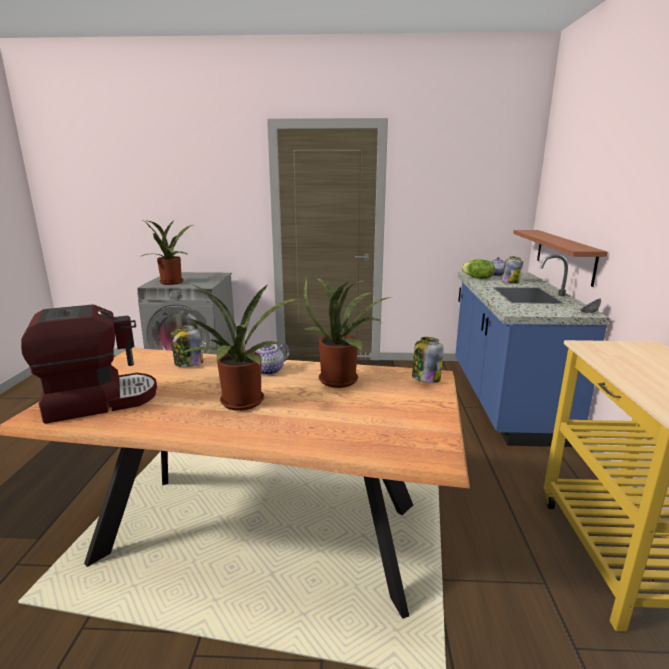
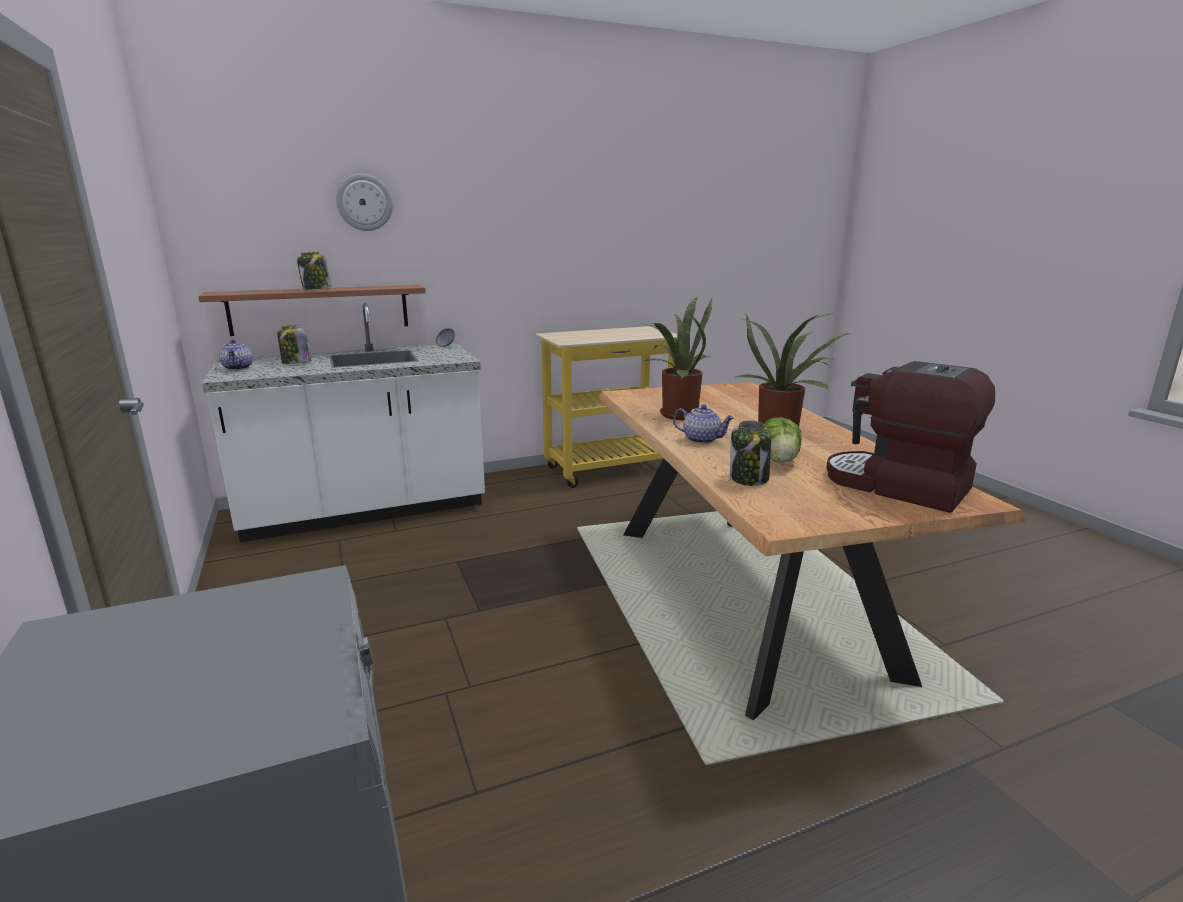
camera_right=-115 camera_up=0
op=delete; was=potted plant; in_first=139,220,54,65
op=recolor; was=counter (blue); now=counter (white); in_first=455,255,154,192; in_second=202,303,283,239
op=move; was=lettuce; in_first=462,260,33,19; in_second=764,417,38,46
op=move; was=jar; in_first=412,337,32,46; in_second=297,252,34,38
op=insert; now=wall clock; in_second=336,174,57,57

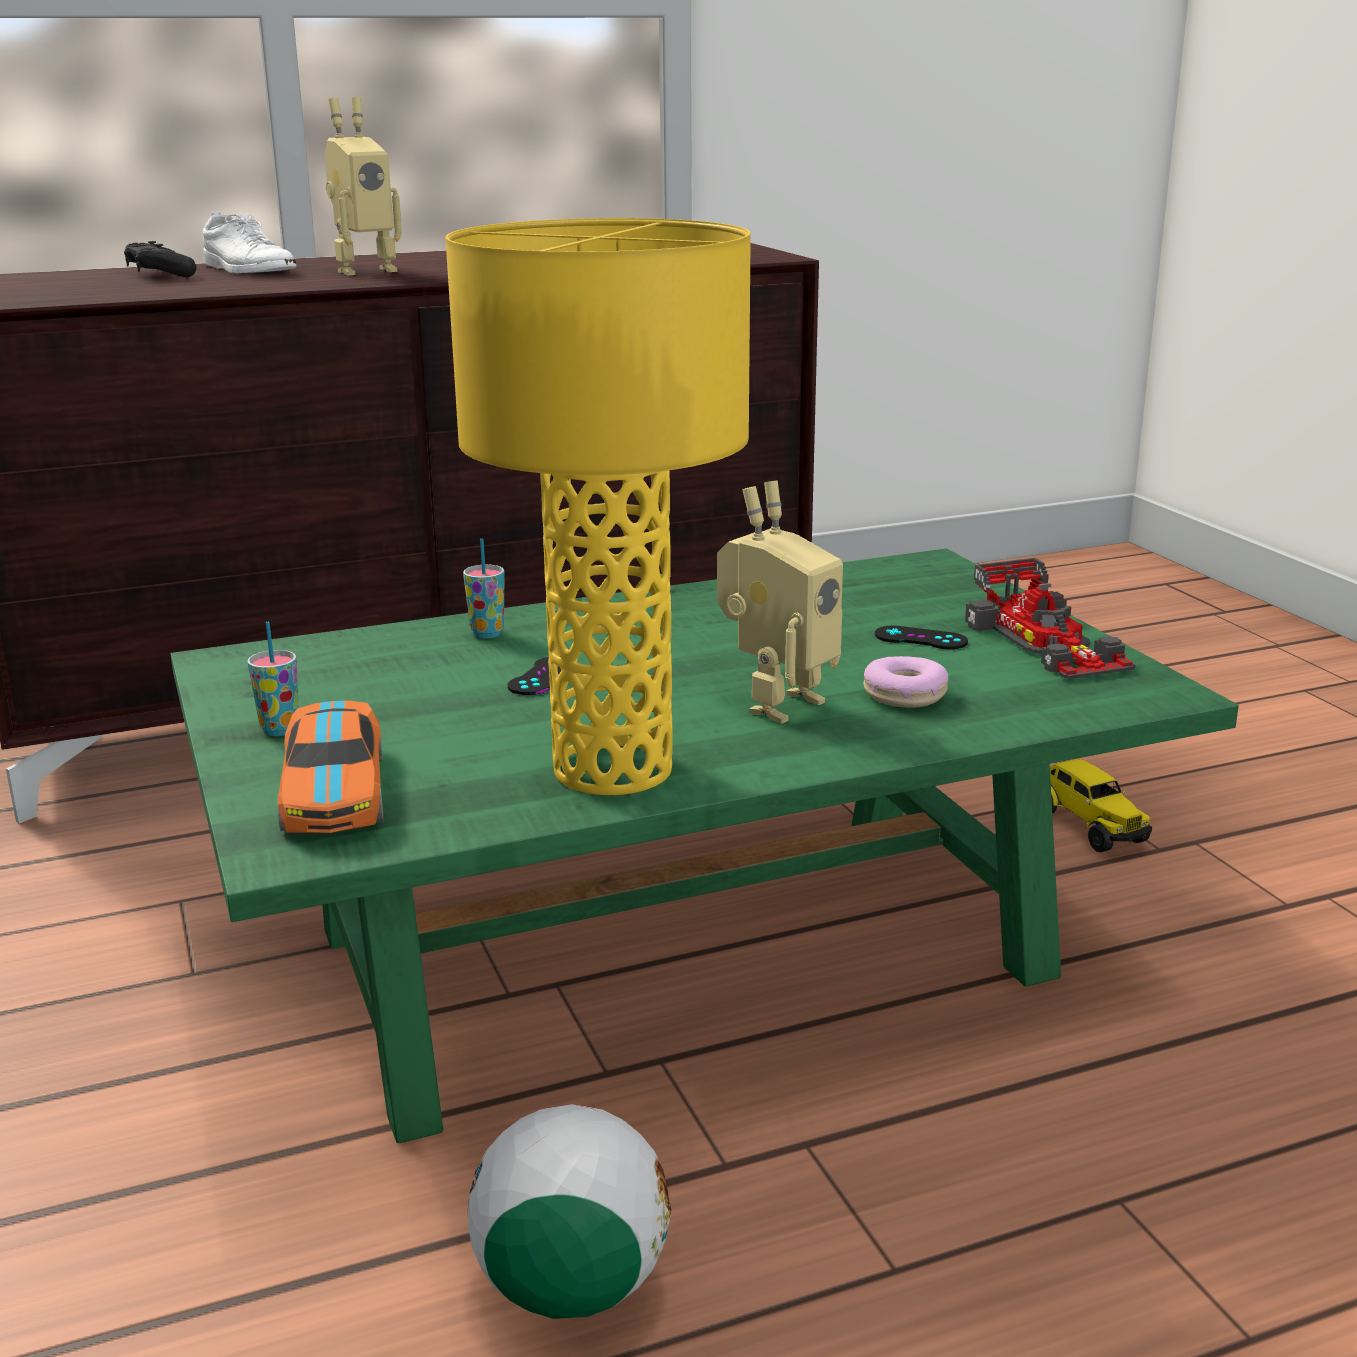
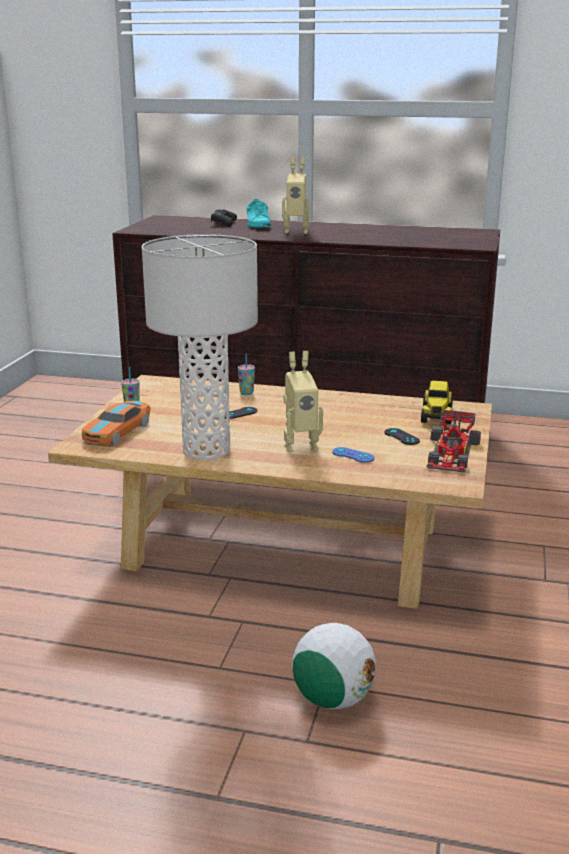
camera_right=35 camera_up=0
op=recolor; was=shoe (white); now=shoe (turquoise); in_first=203,211,93,62; in_second=246,199,25,29
op=recolor; was=table lamp (yellow); now=table lamp (white); in_first=445,218,306,577; in_second=142,234,116,226
op=recolor; was=coffee table (green); now=coffee table (beige); in_first=171,548,1068,595; in_second=48,375,444,234
op=replace; was=donut; now=game controller (blue); in_first=863,656,85,52; in_second=332,447,42,16
op=move; was=toy truck; in_first=1050,759,102,93; in_second=421,381,32,43
op=move; was=football; in_first=467,1104,205,215; in_second=292,623,84,86

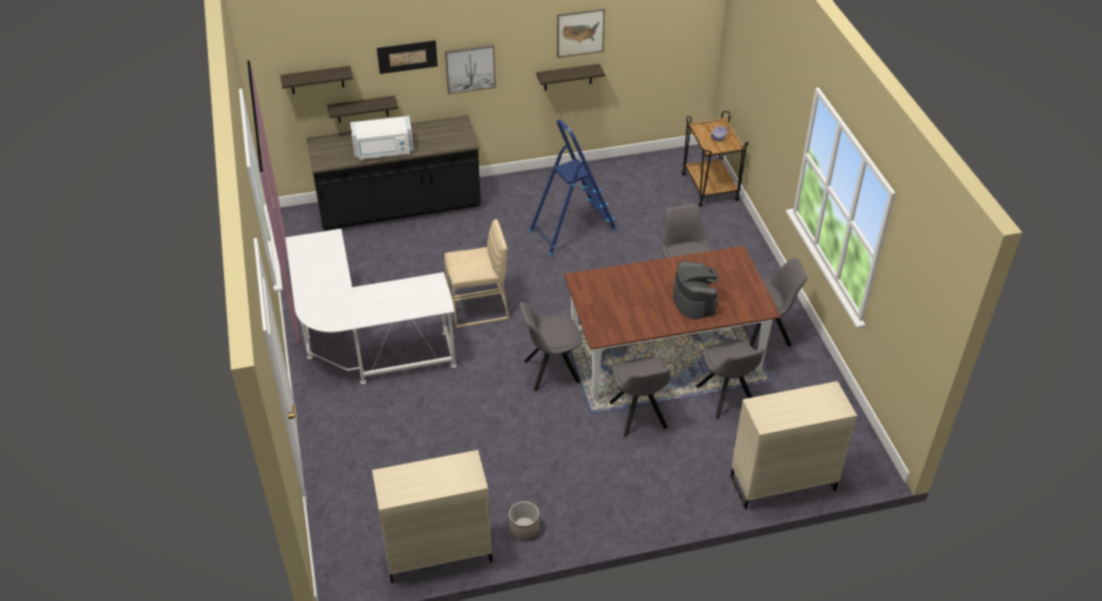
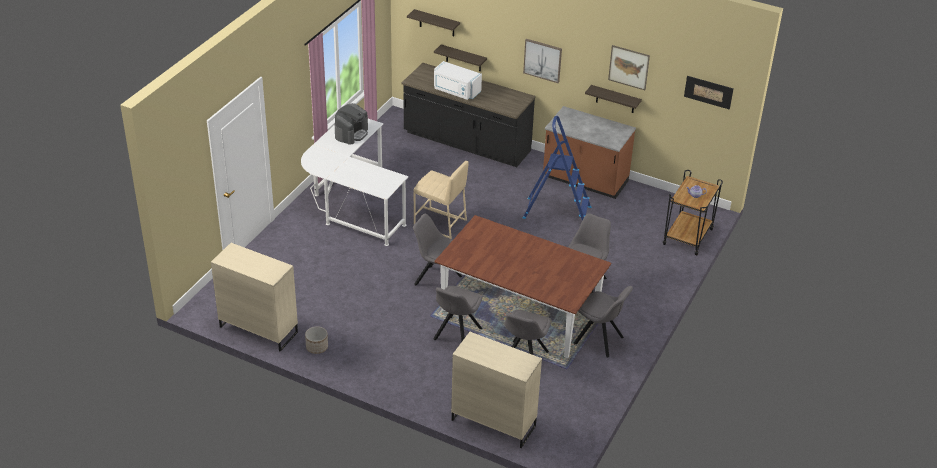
camera_right=40 camera_up=-5
op=move; was=picture; in_first=377,40,61,34; in_second=684,76,50,34
op=move; was=coffee machine; in_first=673,261,45,58; in_second=335,103,33,42
op=insert; now=counter (brown); in_second=543,106,93,93

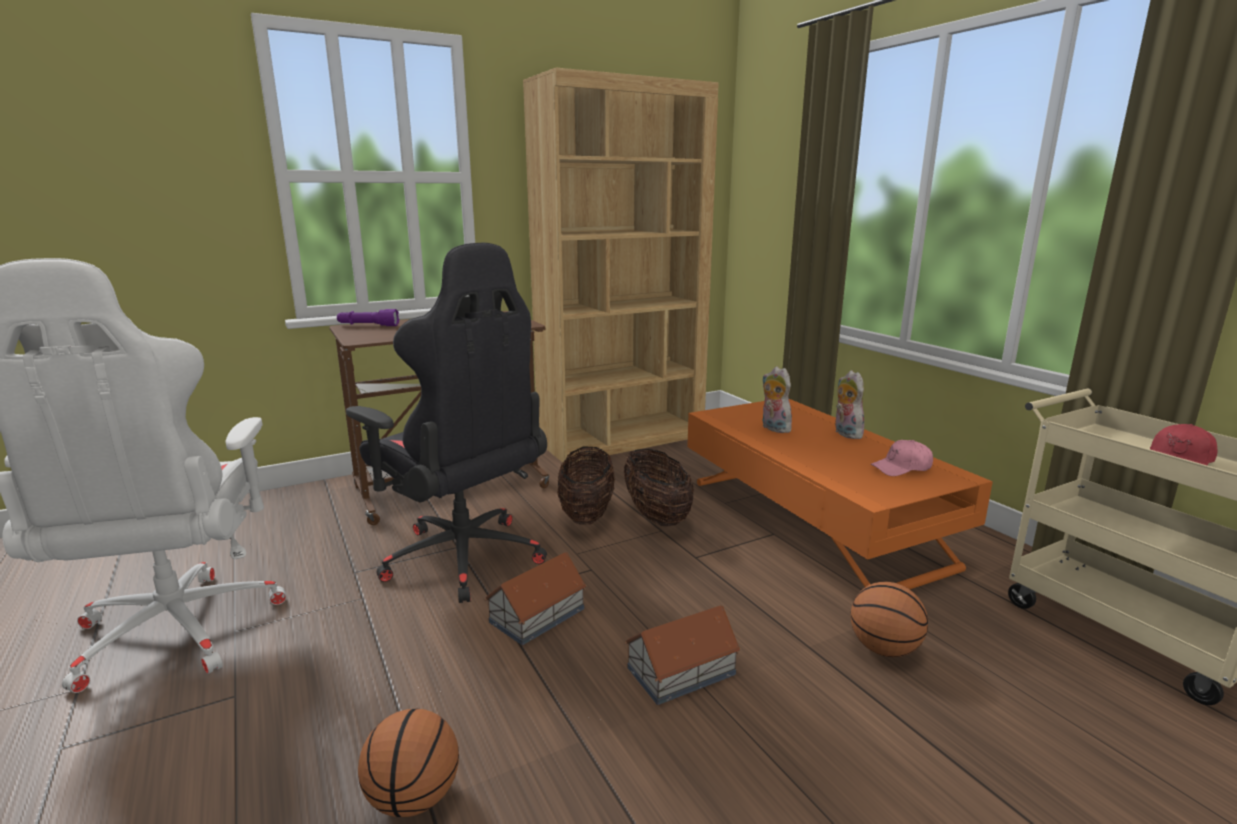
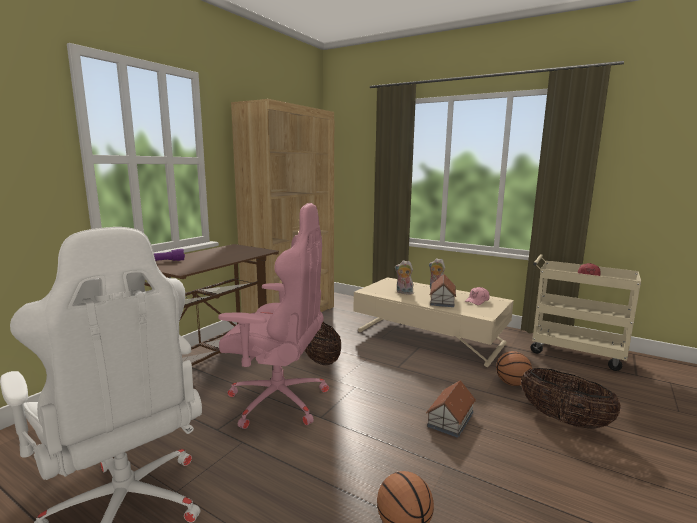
camera_right=-30 camera_up=-5
op=recolor; was=office chair (black); now=office chair (pink); in_first=346,243,201,360; in_second=218,203,111,226
op=recolor; was=coffee table (orange); now=coffee table (beige); in_first=687,399,306,190; in_second=354,277,160,90
op=move; was=basket; in_first=624,449,70,78; in_second=521,368,101,61
op=move; was=toy house; in_first=484,552,103,93; in_second=429,274,28,33

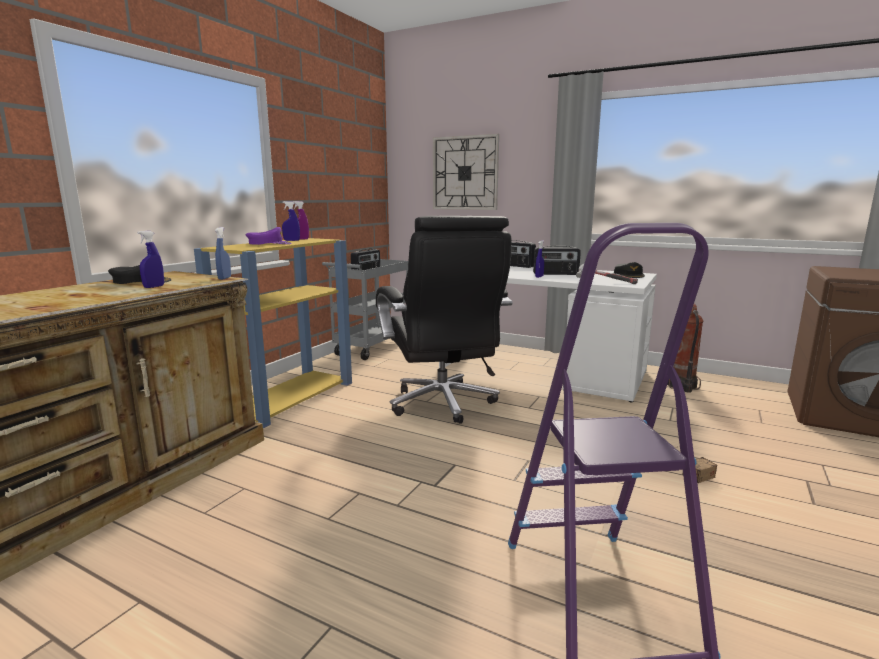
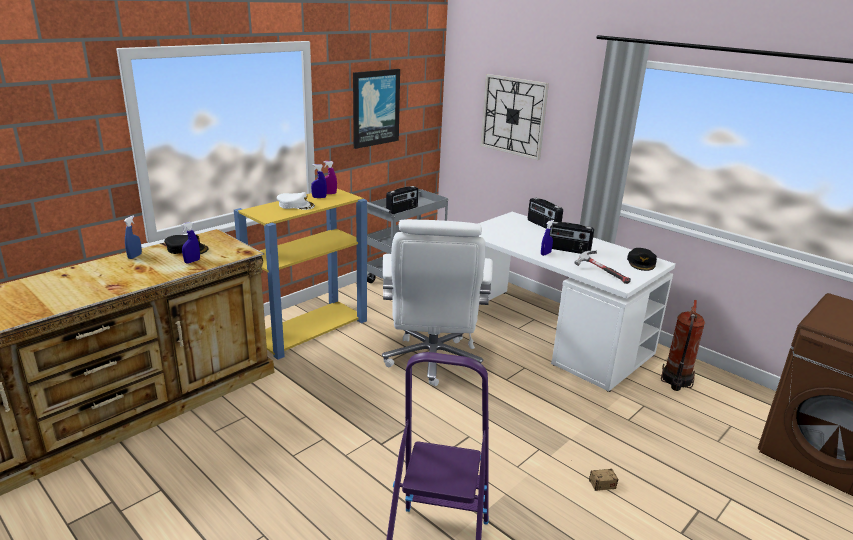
camera_right=15 camera_up=10
op=recolor; was=office chair (black); now=office chair (white); in_first=376,216,136,208; in_second=382,219,111,167
op=move; was=spray bottle (blue); in_first=215,227,16,53; in_second=124,216,18,43
op=recolor; was=cap (purple); now=cap (white); in_first=245,227,47,18; in_second=277,192,38,18
op=insert; now=picture; in_second=353,69,47,80

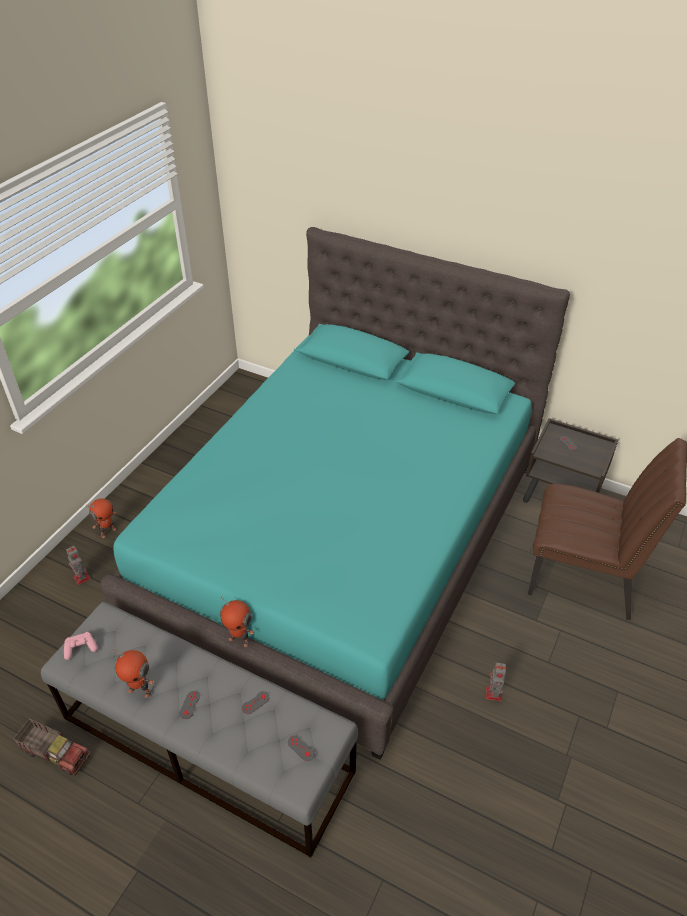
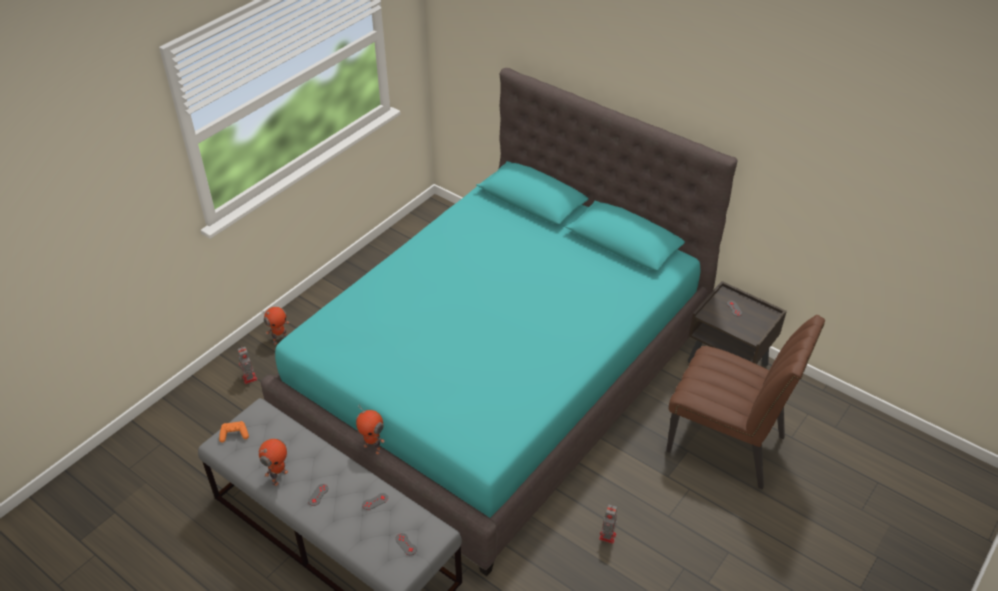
camera_right=10 camera_up=0
op=recolor; was=game controller (pink); now=game controller (orange); in_first=64,632,34,28; in_second=219,421,30,22
op=rotate; was=toy robot; in_first=114,649,40,49; in_second=258,439,30,47; clockwise=-90
op=delete; was=toy truck; in_first=13,719,77,57

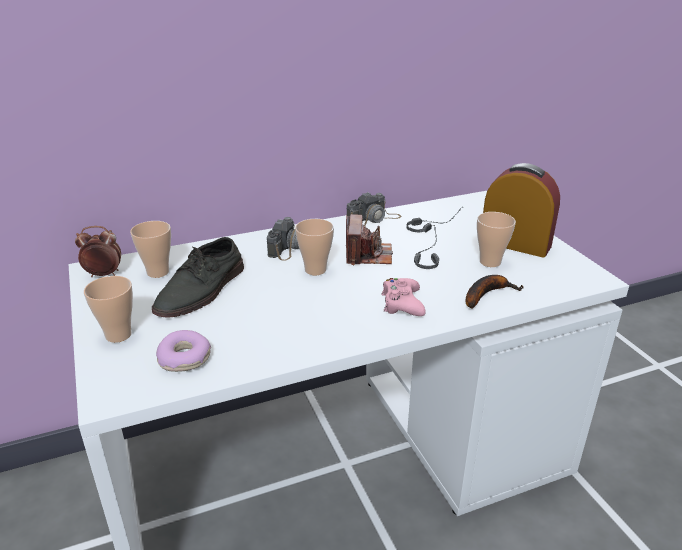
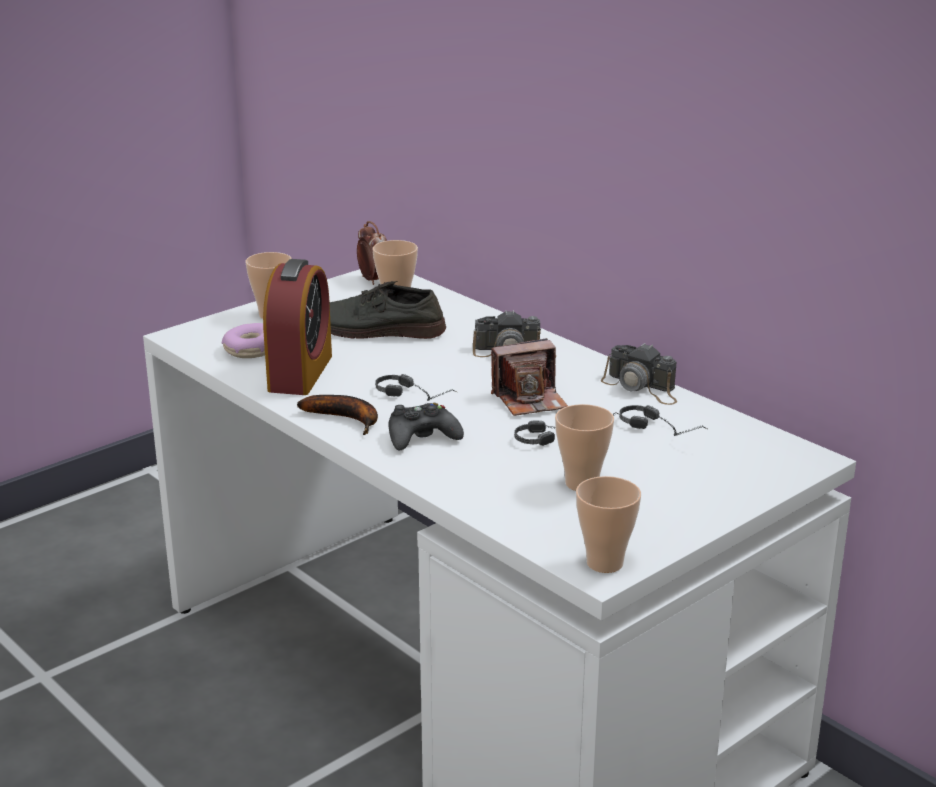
camera_right=70 camera_up=-5
op=move; was=alarm clock; in_first=483,163,77,95; in_second=263,259,69,136
op=move; was=cup; in_first=295,219,39,56; in_second=576,476,65,97
op=move; was=banana; in_first=465,275,59,34; in_second=297,395,81,40
op=recolor; was=game controller (pink); now=game controller (black); in_first=381,278,45,38; in_second=389,402,75,48
op=insert; now=headphones; in_second=375,374,82,27

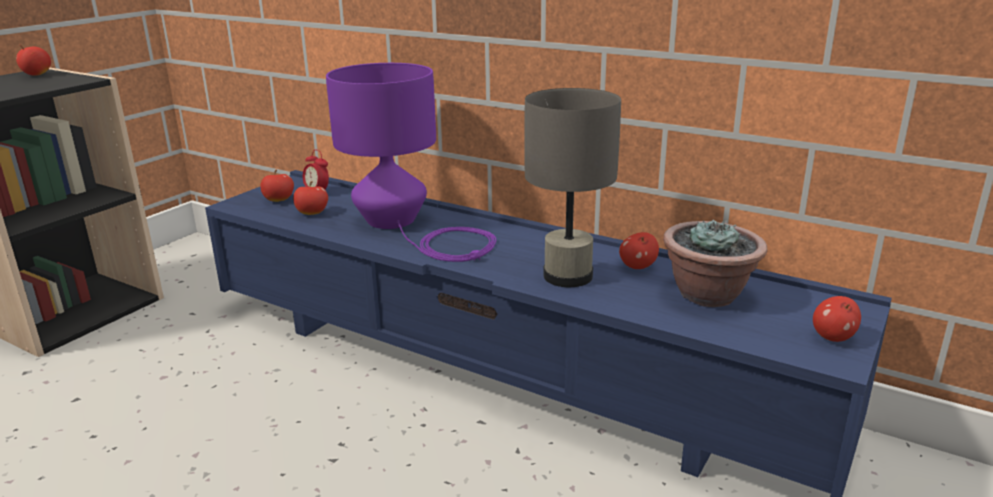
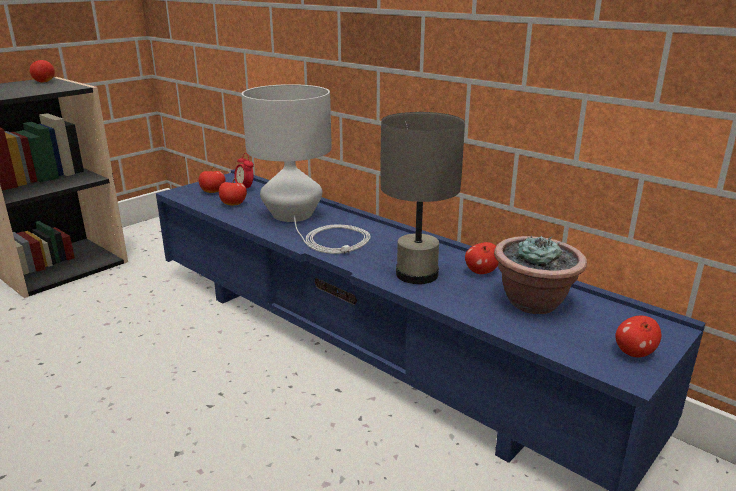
camera_right=10 camera_up=0
op=recolor; was=table lamp (purple); now=table lamp (white); in_first=326,63,170,199; in_second=241,84,130,170

